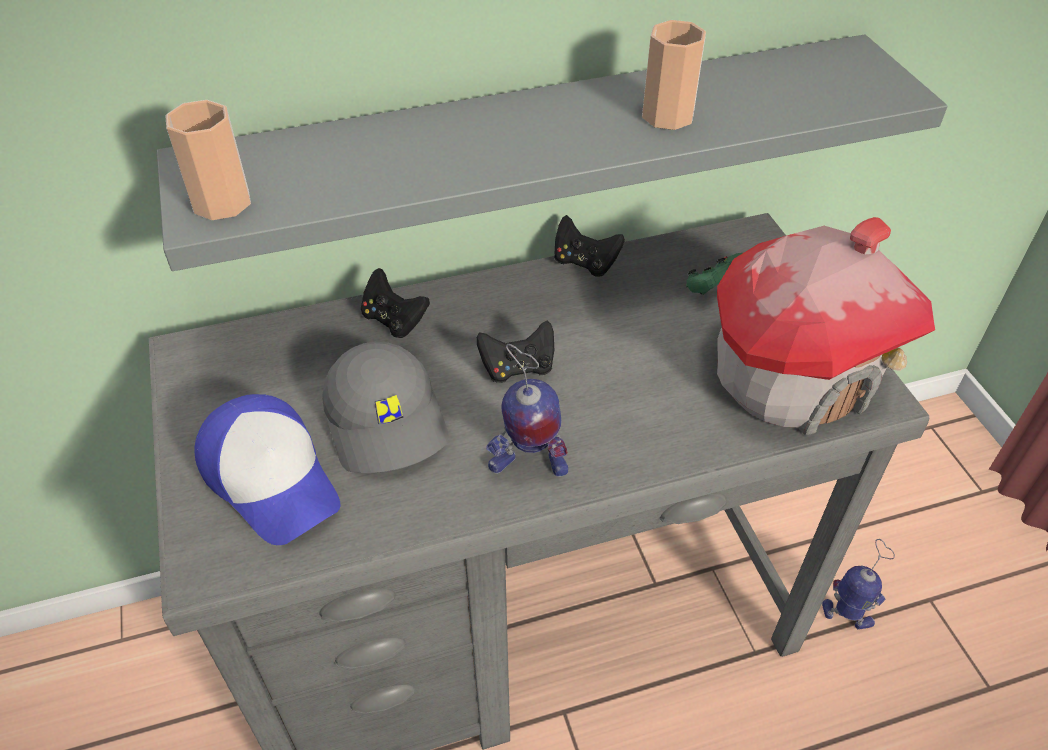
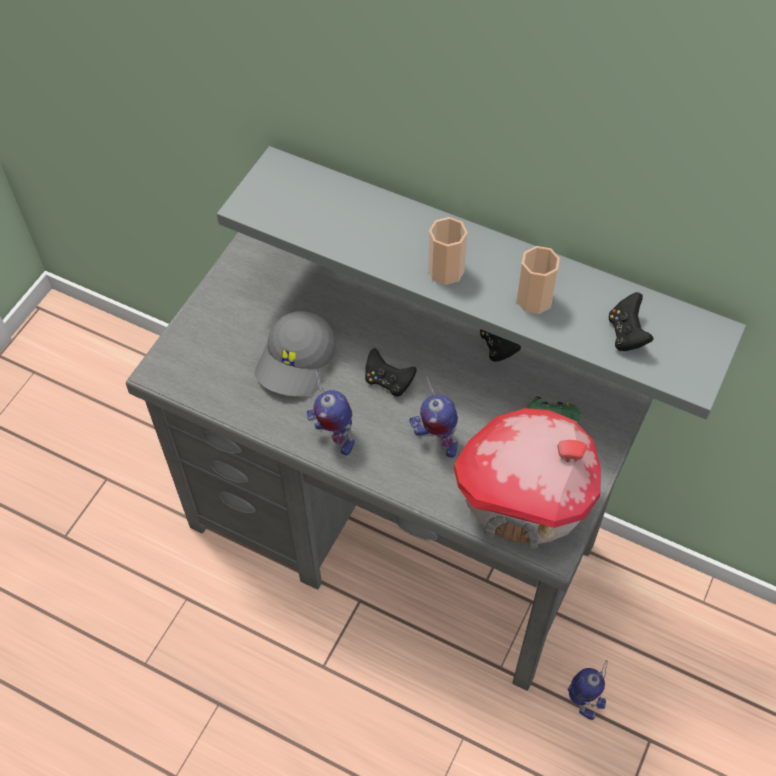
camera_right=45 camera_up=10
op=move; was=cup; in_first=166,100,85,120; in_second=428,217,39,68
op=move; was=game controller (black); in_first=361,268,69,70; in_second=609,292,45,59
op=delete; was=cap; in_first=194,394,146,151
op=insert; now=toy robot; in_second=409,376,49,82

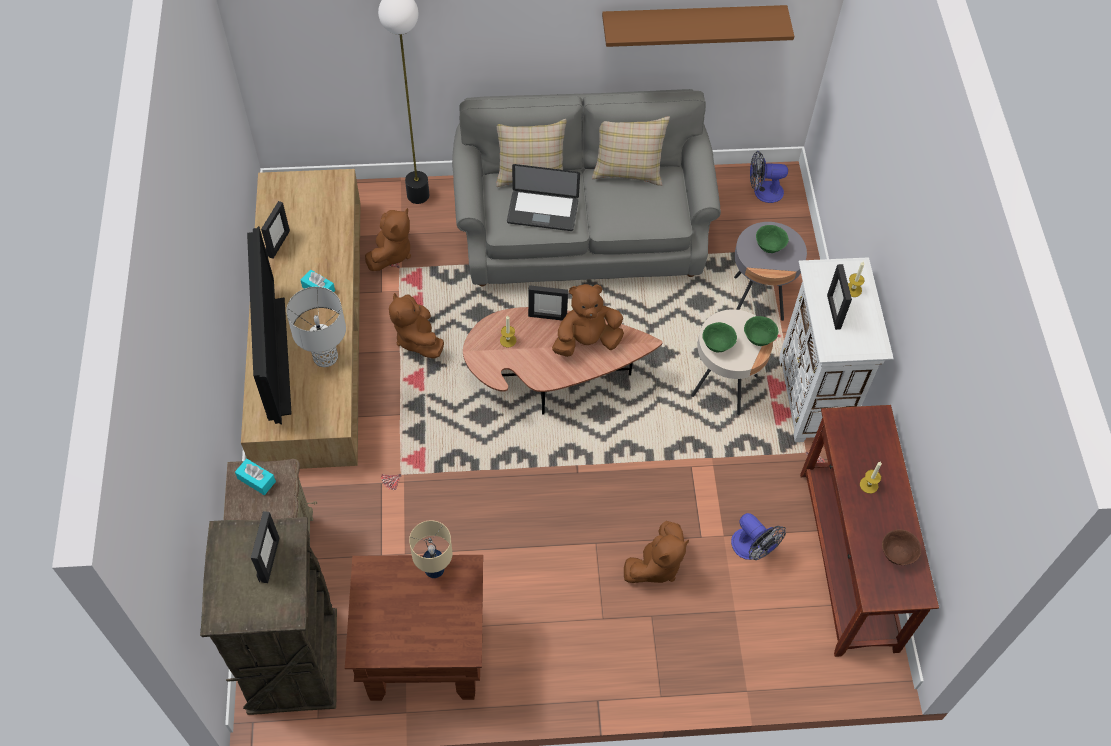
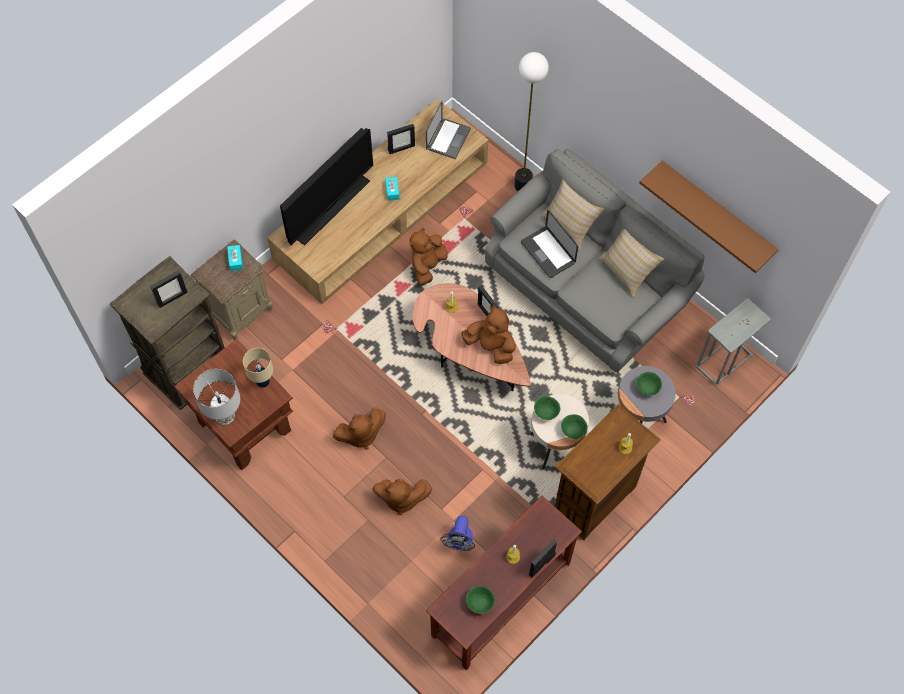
camera_right=50 camera_up=5
op=replace; was=fan; now=side table (grey); in_first=750,151,38,52; in_second=696,298,75,88
op=move; was=plush toy (brown); in_first=365,208,46,63; in_second=333,407,53,43
op=recolor; was=cabinet (white); now=cabinet (brown); in_first=779,257,115,185; in_second=555,404,106,136
op=move; was=picture frame; in_first=827,264,25,66; in_second=529,539,28,39
op=move; was=table lamp (white); in_first=286,287,60,80; in_second=193,369,47,56
op=recolor; was=bowl (brown); now=bowl (green); in_first=882,529,39,36; in_second=466,586,29,28
op=insert; now=laptop; in_second=426,101,45,58

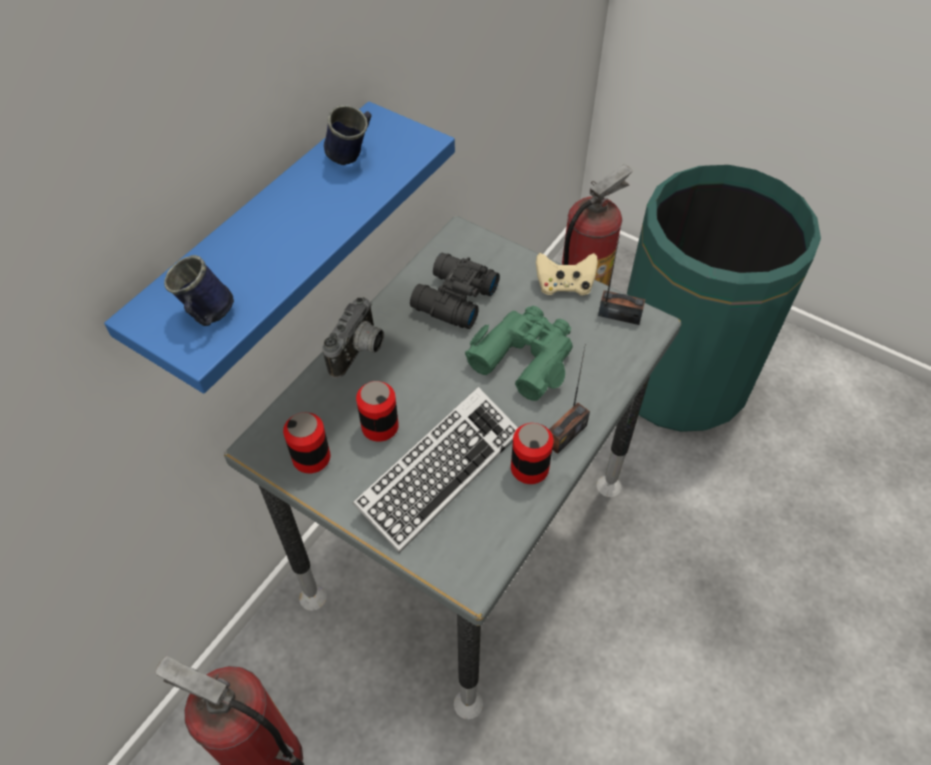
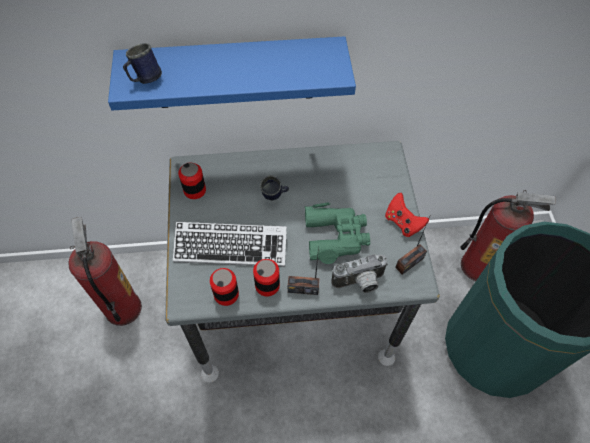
camera_right=50 camera_up=5
op=move; was=mug (blue); in_first=324,105,48,60; in_second=260,175,29,26
op=rotate; was=radio; in_first=598,236,47,89; in_second=395,212,37,63; clockwise=75
op=delete; was=binoculars (black); in_first=410,253,89,76
op=recolor; was=game controller (beige); now=game controller (red); in_first=536,253,62,42; in_second=385,193,44,44
op=move; was=photo camera; in_first=322,297,62,81; in_second=331,254,57,39
op=move; was=can; in_first=356,381,43,61; in_second=210,268,29,38

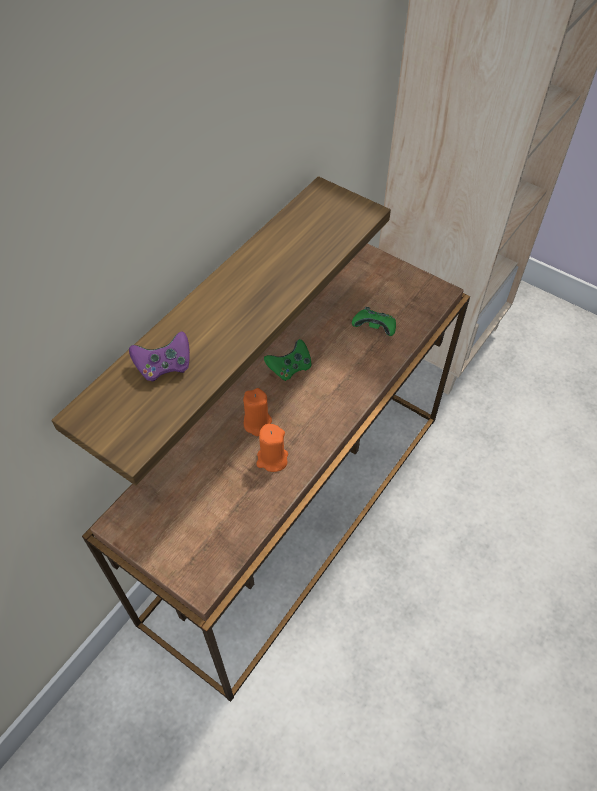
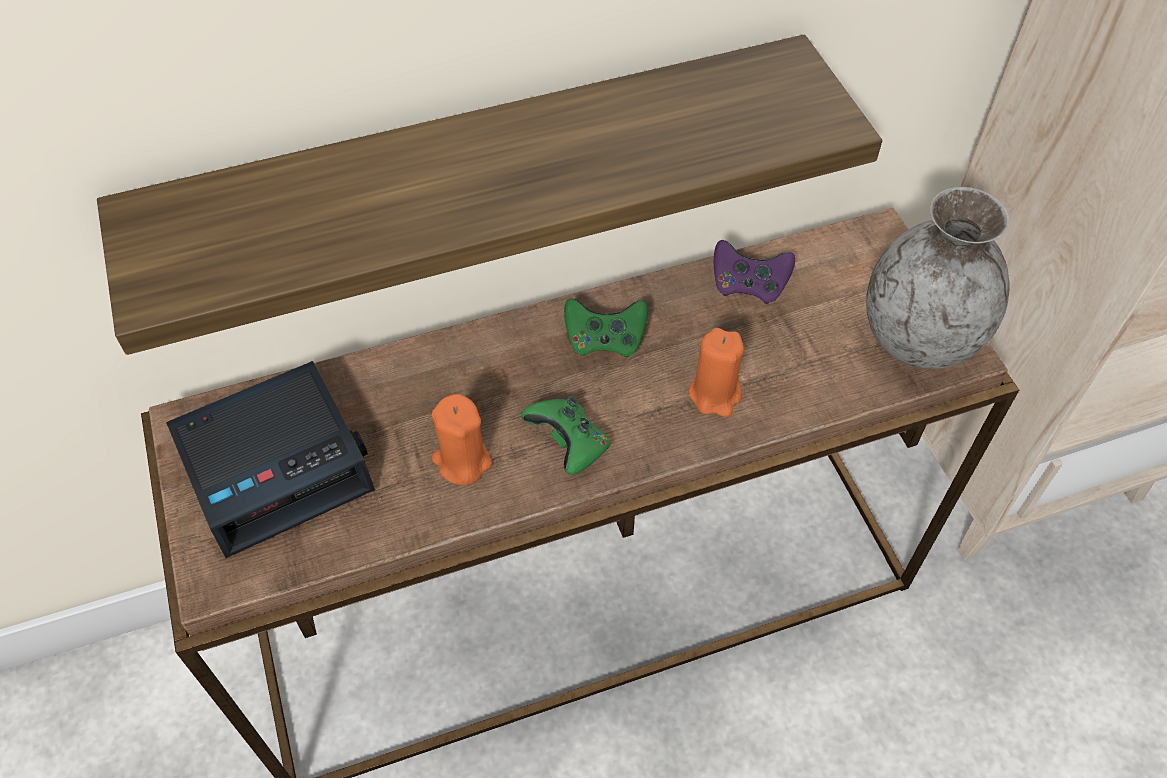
camera_right=35 camera_up=0
op=move; was=game controller (green); in_first=352,307,44,29; in_second=521,396,89,79
op=move; was=game controller (purple); in_first=129,331,61,51; in_second=714,240,81,64
op=move; was=candle (orange); in_first=243,388,29,48; in_second=689,328,55,89
op=insert; now=vase (grey); in_second=866,187,144,182
op=insert; now=alarm clock; in_second=166,361,209,197

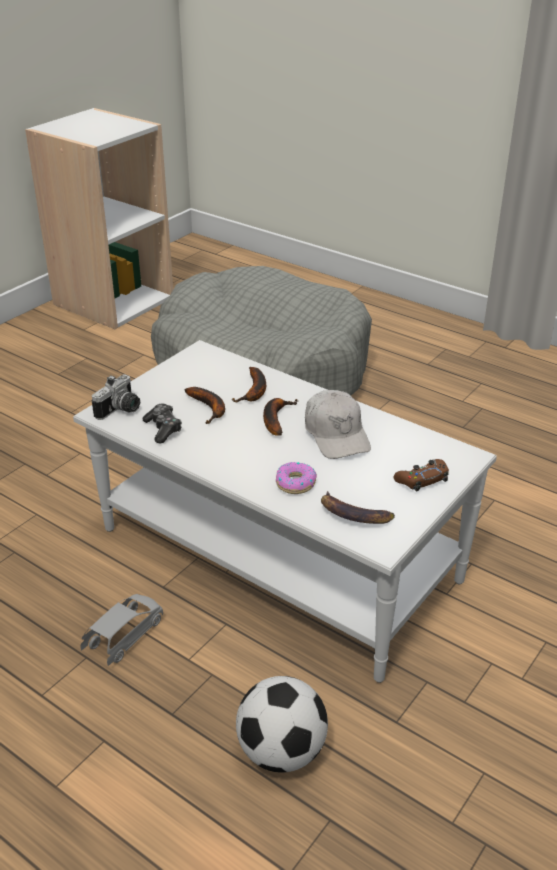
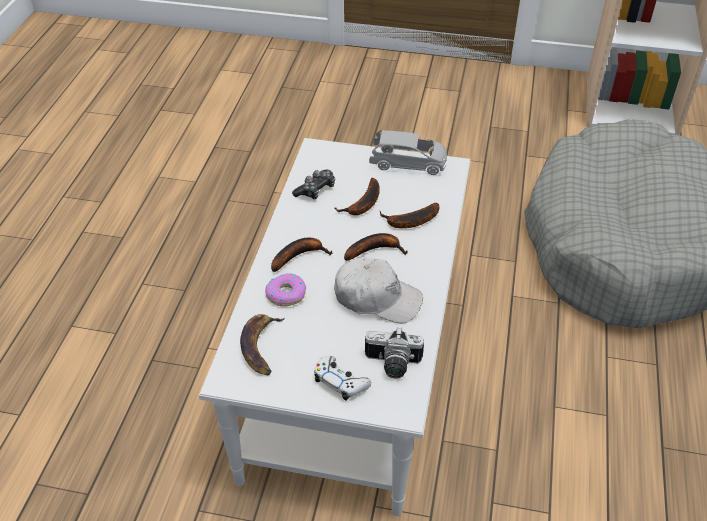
camera_right=65 camera_up=10
op=move; was=photo camera; in_first=92,374,48,46; in_second=365,327,59,52
op=rotate; was=cap (white); in_first=305,390,66,69; in_second=334,257,89,67; clockwise=-120
op=recolor; was=game controller (brown); now=game controller (white); in_first=394,459,55,33; in_second=314,356,57,45
op=move; was=toy car (grey); in_first=80,594,83,72; in_second=369,130,78,45
op=delete; was=football; in_first=236,676,92,97
op=insert; now=banana; in_second=271,237,62,35

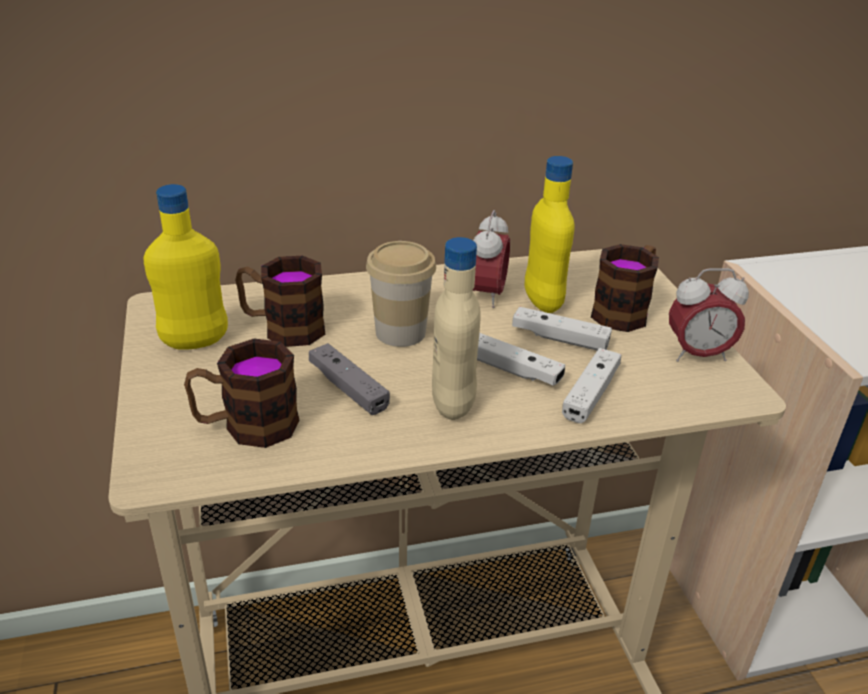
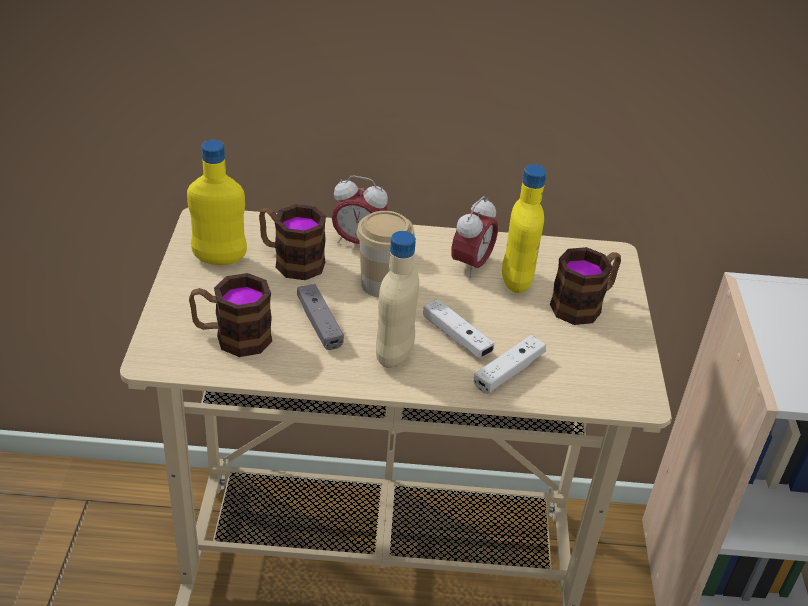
camera_right=15 camera_up=5
op=move; was=alarm clock; in_first=669,268,80,94; in_second=332,175,56,69
op=delete; was=game controller (white); in_first=512,307,100,44

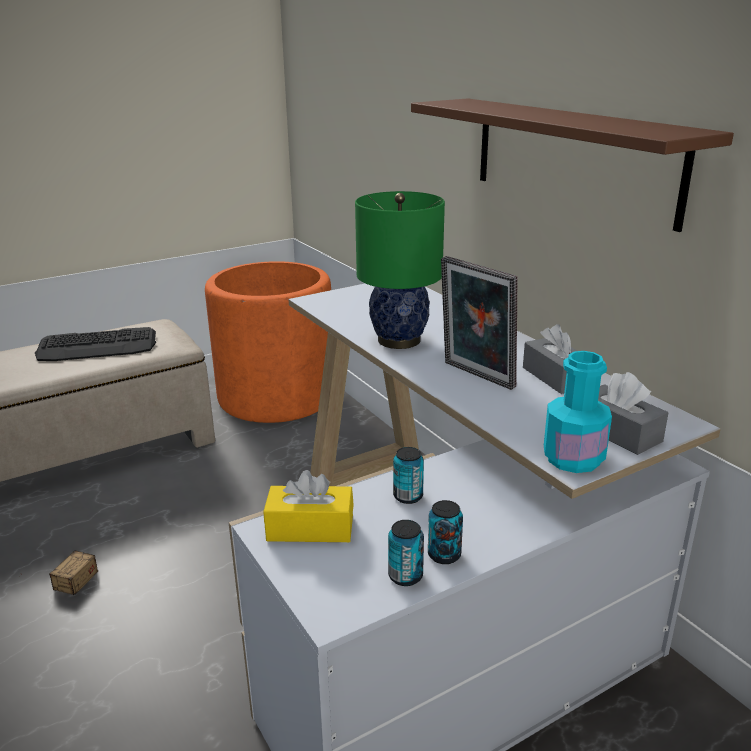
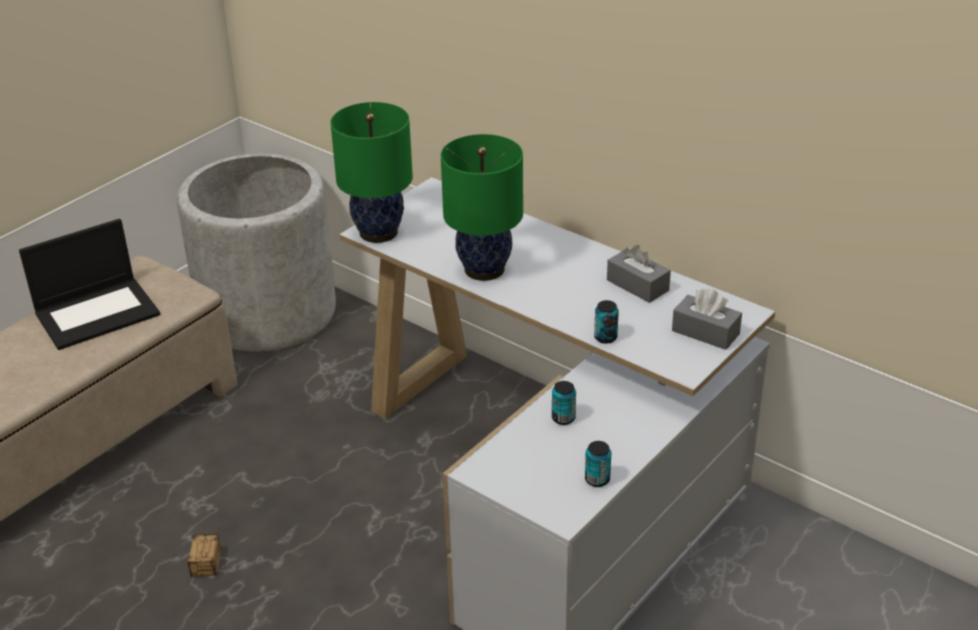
camera_right=-20 camera_up=10
op=delete; was=shelf (brown); in_first=411,98,323,134
op=delete; was=picture frame; in_first=441,256,77,134
op=recolor; was=planter (orange); now=planter (grey); in_first=205,261,126,162; in_second=177,154,159,198
op=replace; was=keyboard; now=laptop; in_first=35,327,121,34; in_second=19,219,141,131
op=delete; was=bottle (turquoise); in_first=544,351,68,122
op=delete; was=tissue box (yellow); in_first=263,470,91,72
op=move; was=can; in_first=428,500,35,64; in_second=594,300,25,44
op=insert; now=table lamp (green); in_second=331,102,82,141

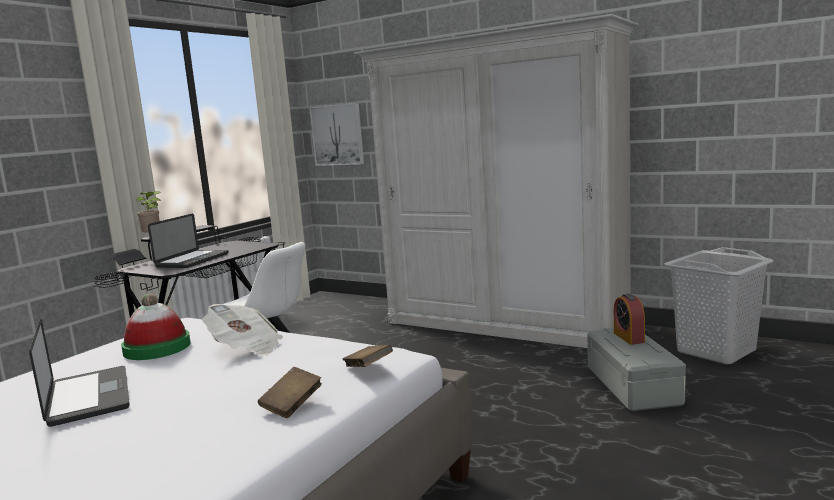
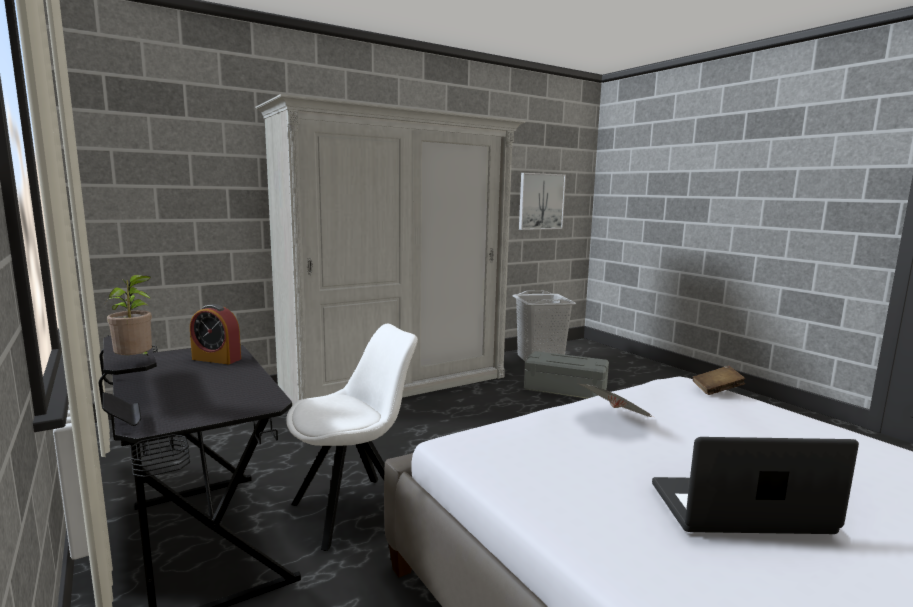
camera_right=-65 camera_up=0
op=move; was=picture; in_first=309,103,55,63; in_second=519,173,47,57
op=delete; was=laptop; in_first=148,214,81,54
op=delete; was=hat; in_first=121,294,70,66
op=move; was=alarm clock; in_first=614,294,31,51; in_second=190,304,51,60
op=delete; was=book (brown); in_first=258,367,64,51

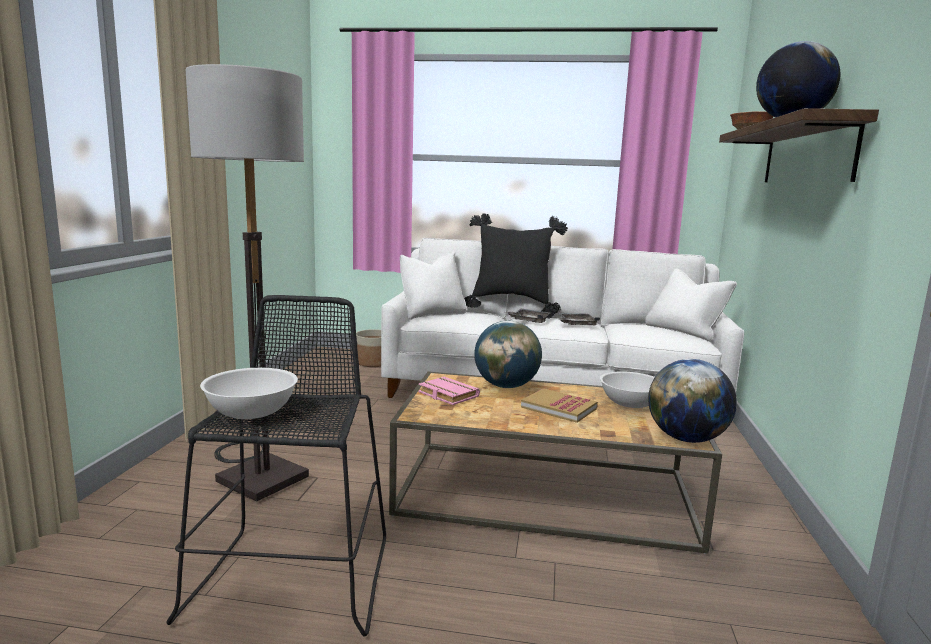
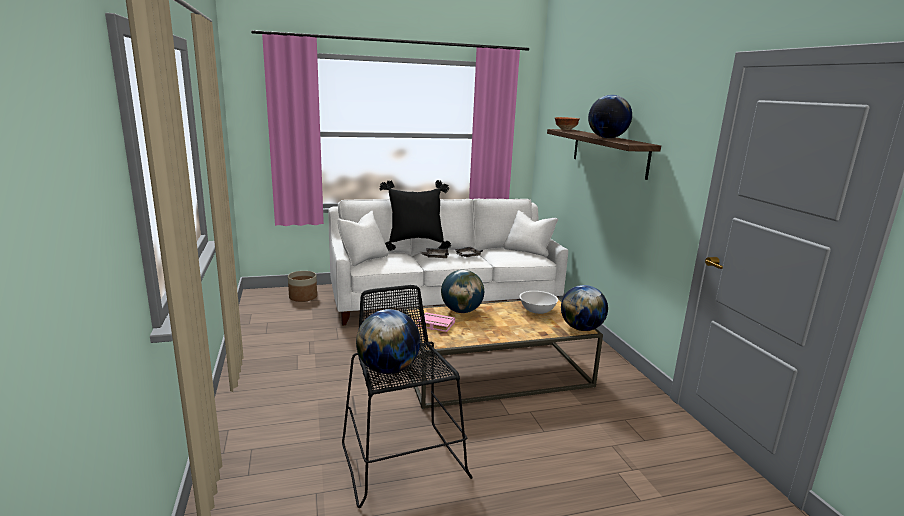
camera_right=-25 camera_up=5
op=delete; was=floor lamp; in_first=185,64,124,438
op=replace; was=bowl (white); now=globe; in_first=200,368,98,51; in_second=356,309,64,65
op=delete; was=book; in_first=521,388,77,35

